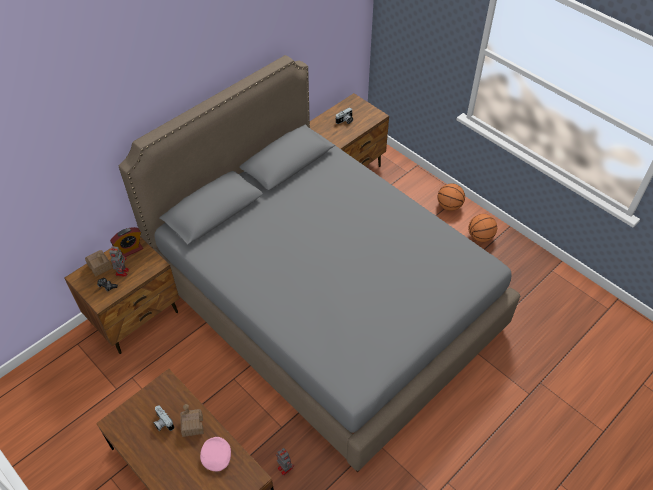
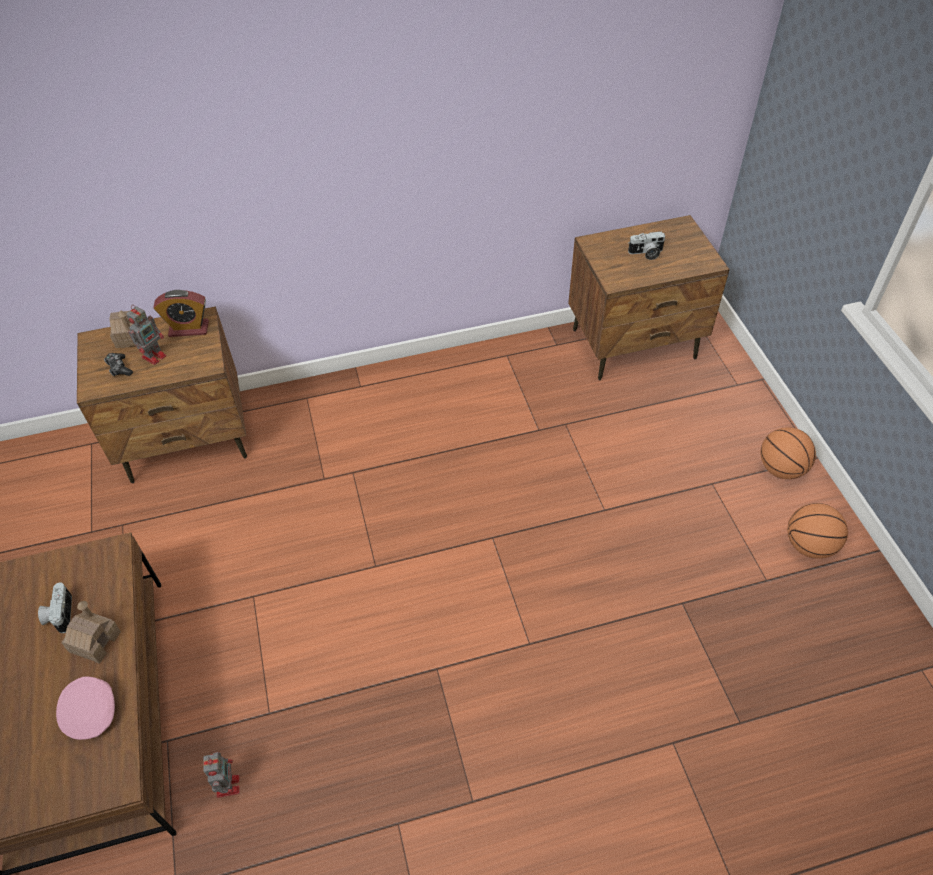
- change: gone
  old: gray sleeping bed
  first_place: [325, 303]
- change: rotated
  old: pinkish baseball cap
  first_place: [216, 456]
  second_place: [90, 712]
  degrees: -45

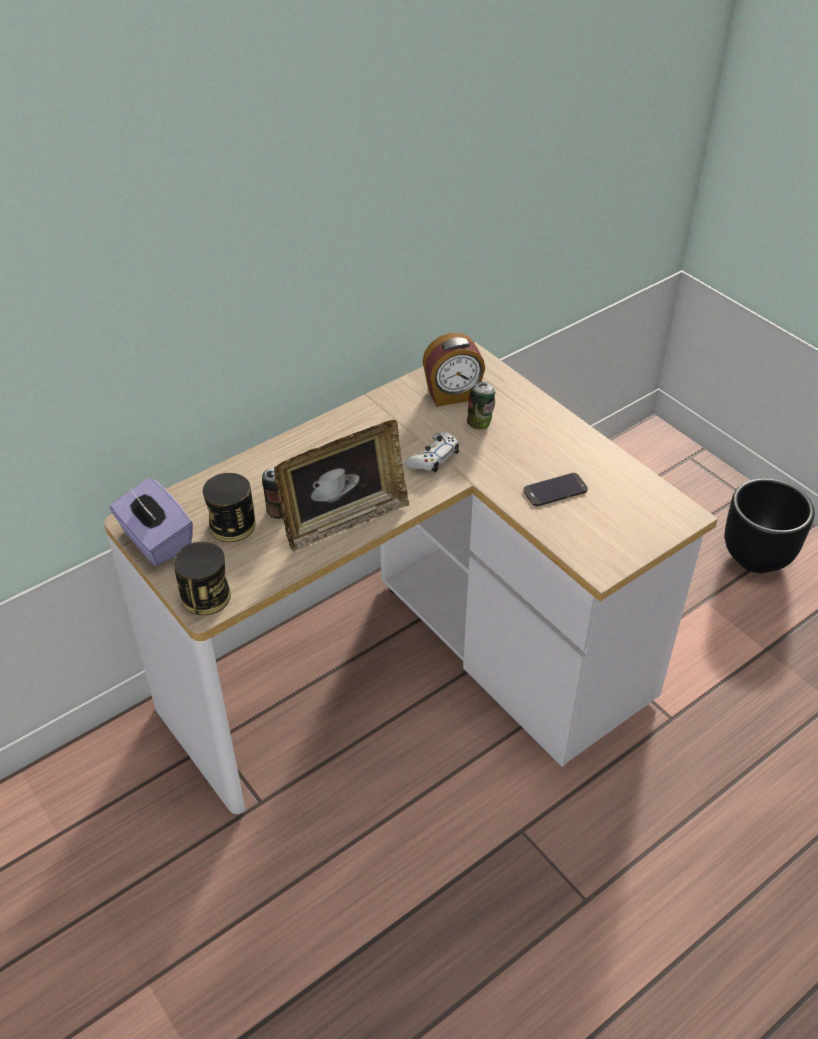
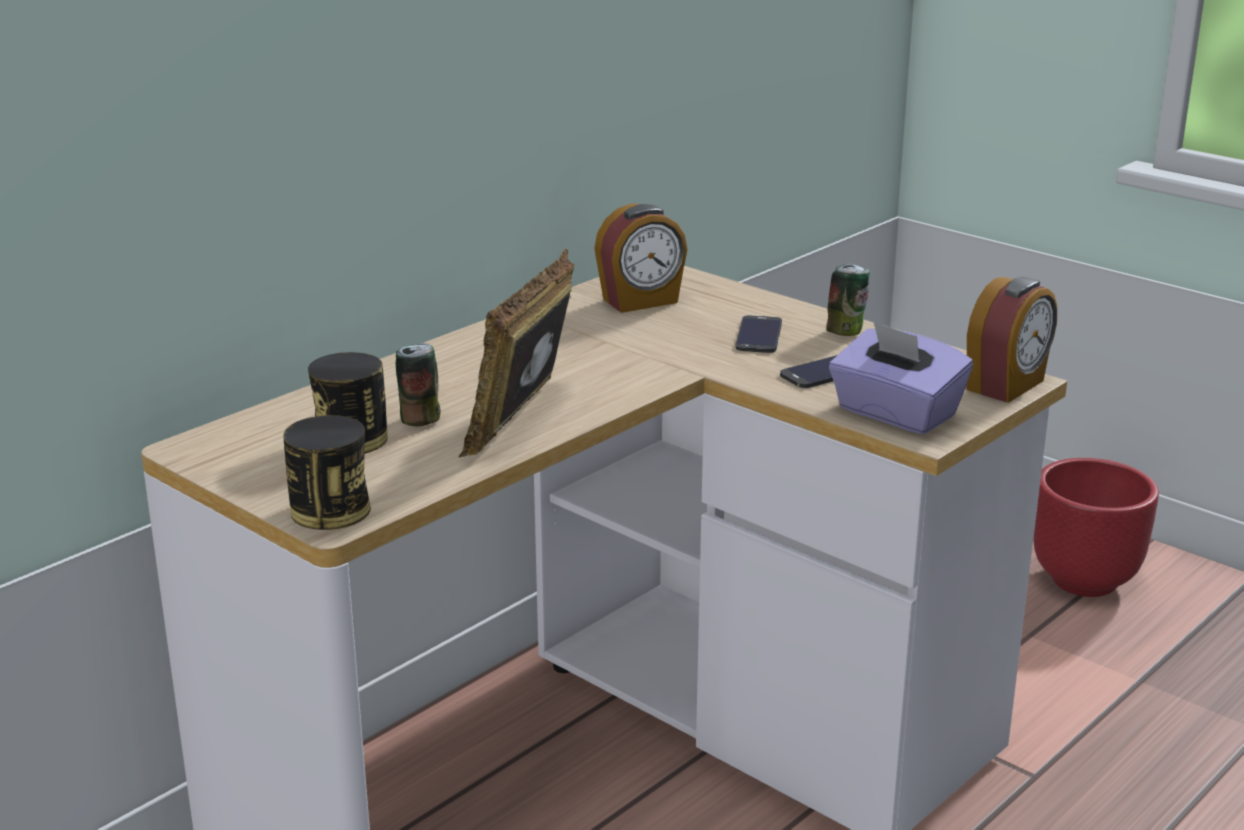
- change: shifted
  old: purplish tissue box
  first_place: [155, 541]
  second_place: [895, 414]
- change: rotated
  old: standing frame
  first_place: [344, 520]
  second_place: [524, 422]
  degrees: 150
- change: gone
  old: whitish game controller
  first_place: [433, 458]
- change: shifted
  old: sealed can
  first_place: [480, 423]
  second_place: [846, 332]
- change: repainted
  old: black-coloured planter
  new: red planter
  first_place: [757, 557]
  second_place: [1085, 581]
- change: new
  new: phone
  second_place: [759, 335]
- change: new
  new: table clock
  second_place: [1007, 386]

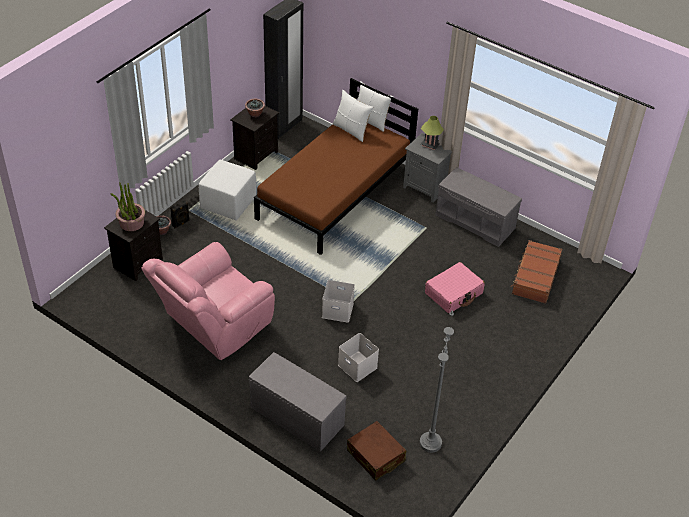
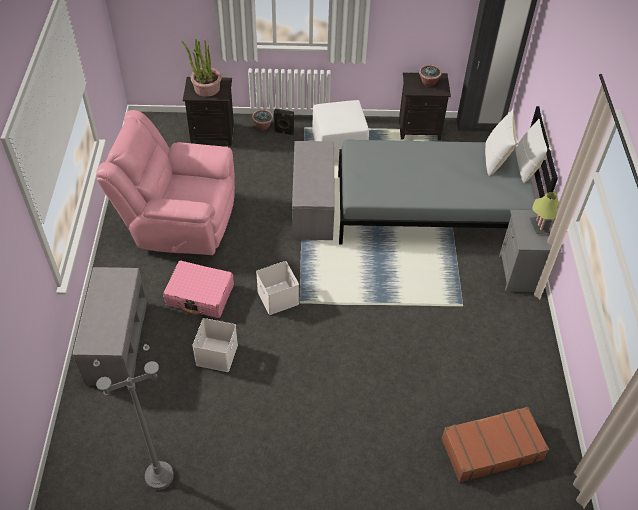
- change: repainted
  old: brown sleeping bed
  new: gray sleeping bed
  first_place: [335, 193]
  second_place: [432, 209]
- change: gone
  old: brown suitcase
  first_place: [376, 456]
- change: shifted
  old: pinkish suitcase
  first_place: [454, 293]
  second_place: [200, 295]
- change: shifted
  old: gray long seat
  first_place: [476, 221]
  second_place: [314, 207]

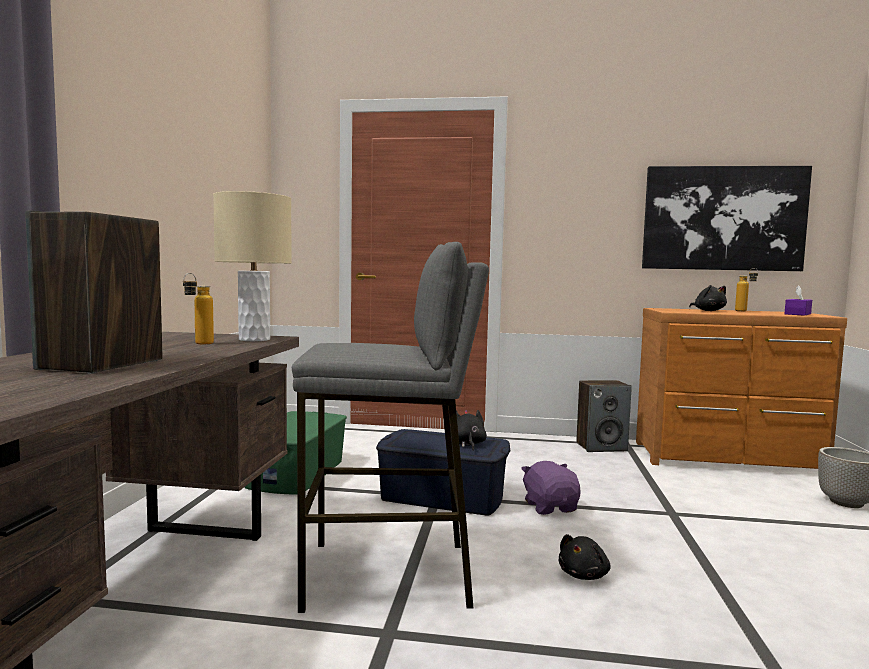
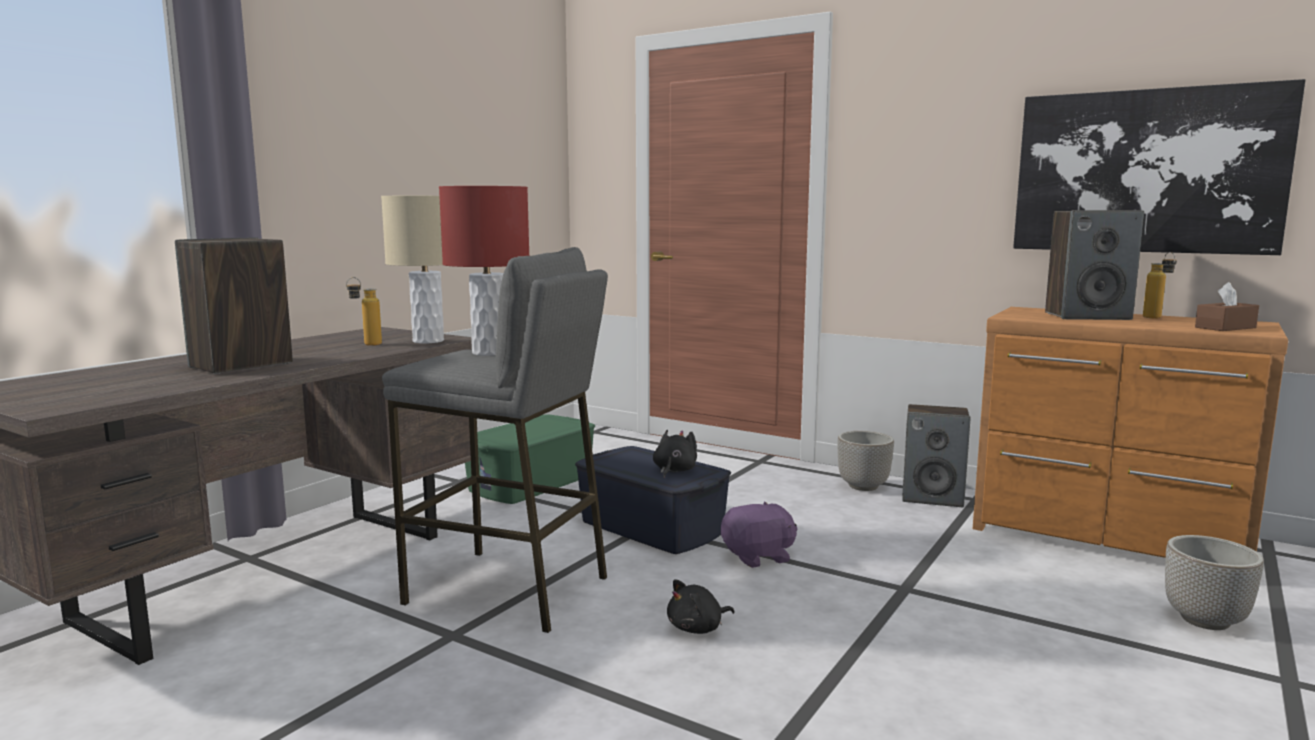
- change: rotated
  old: purplish plush toy
  first_place: [550, 507]
  second_place: [758, 557]
  degrees: 60
- change: swapped
  old: black-coloured plush toy
  new: audio speaker
  first_place: [708, 311]
  second_place: [1087, 316]
- change: repainted
  old: purplish tissue box
  new: brown tissue box
  first_place: [797, 314]
  second_place: [1225, 327]
- change: new
  new: red tabletop lamp
  second_place: [489, 352]
- change: new
  new: planter
  second_place: [862, 486]

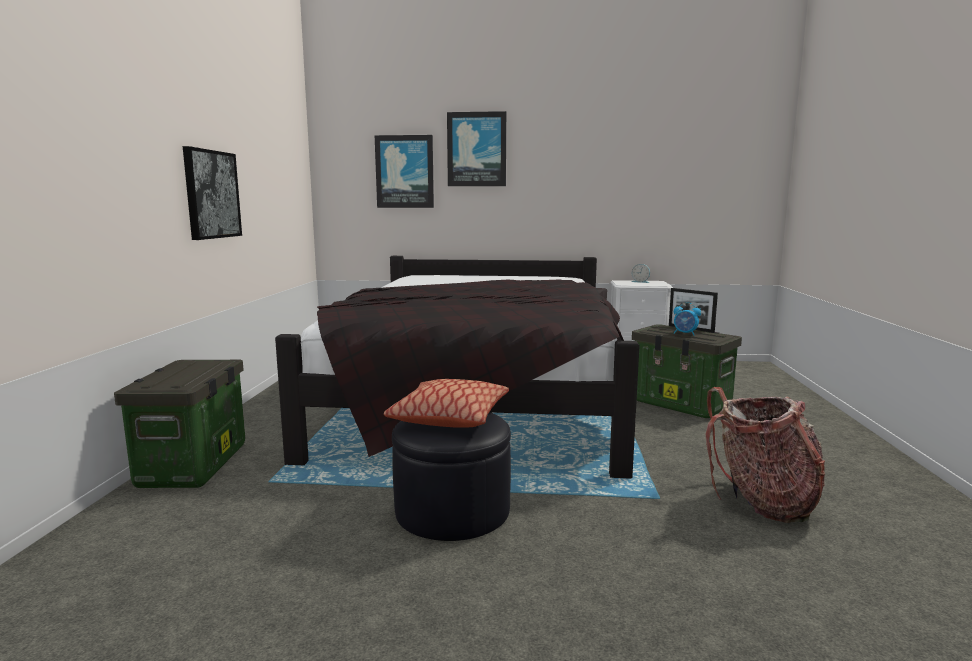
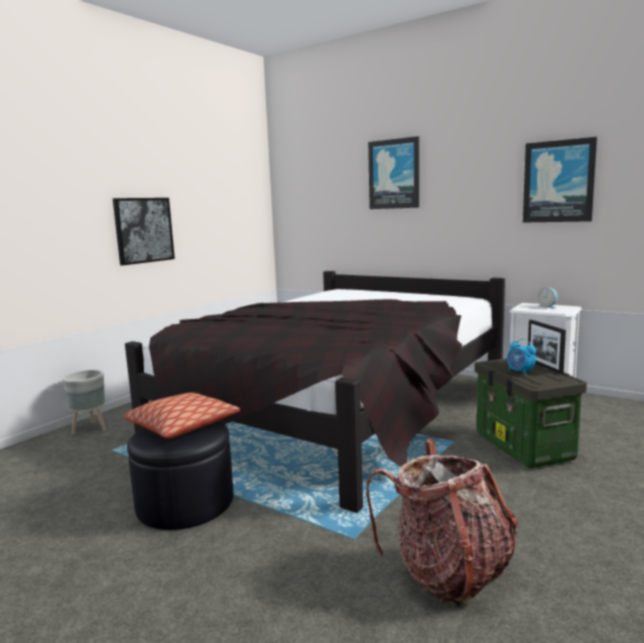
- change: swapped
  old: storage container
  new: gray planter
  first_place: [194, 466]
  second_place: [90, 429]
- change: shifted
  old: picture
  first_place: [404, 171]
  second_place: [558, 181]

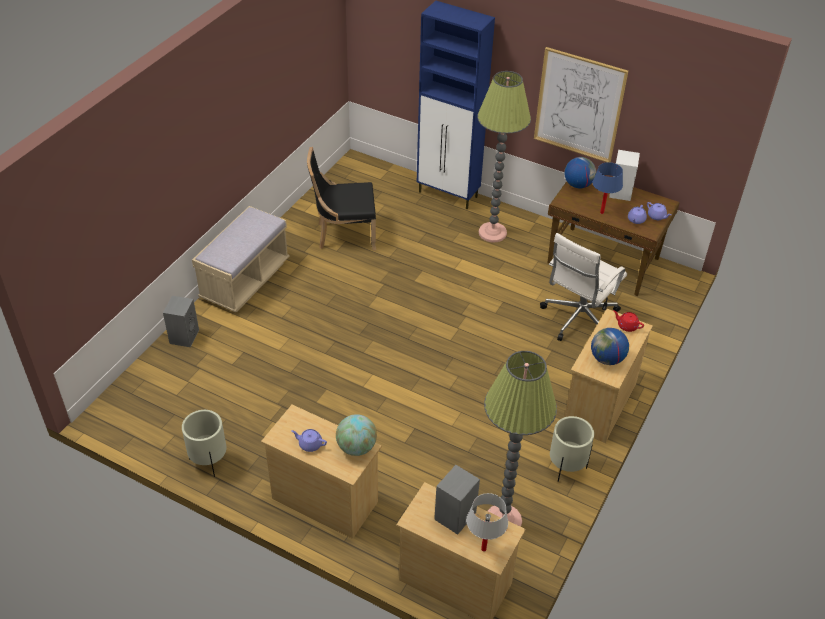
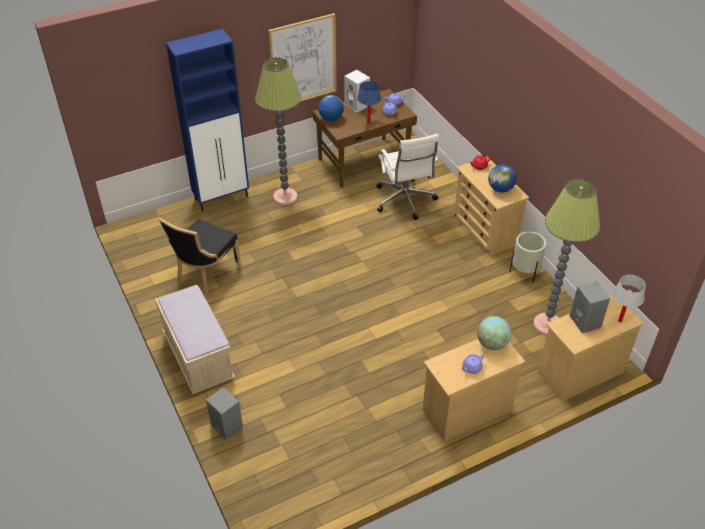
- change: gone
  old: beige planter
  first_place: [209, 461]

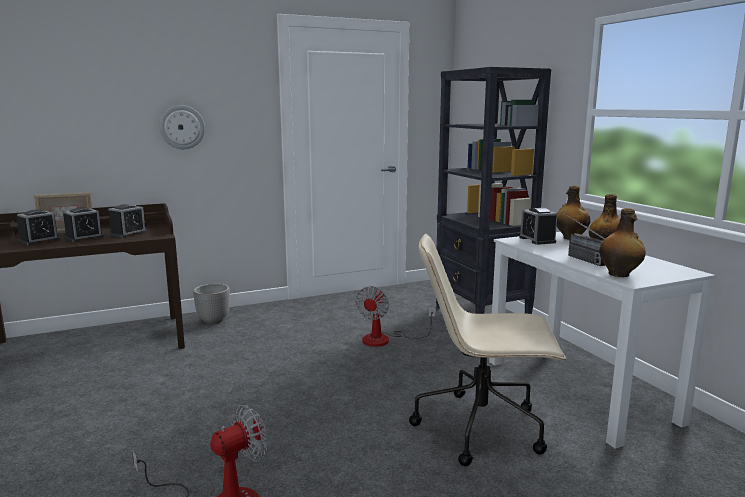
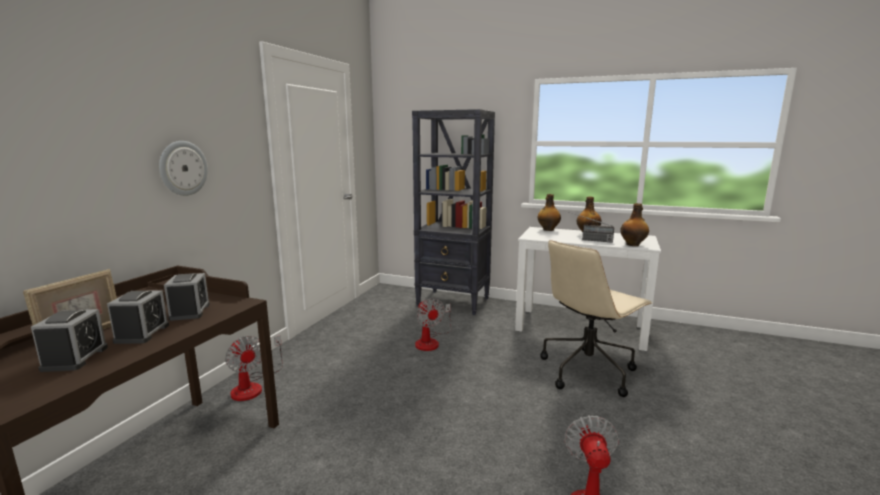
- change: swapped
  old: planter
  new: electric fan
  first_place: [214, 320]
  second_place: [253, 386]
- change: gone
  old: table clock
  first_place: [537, 240]

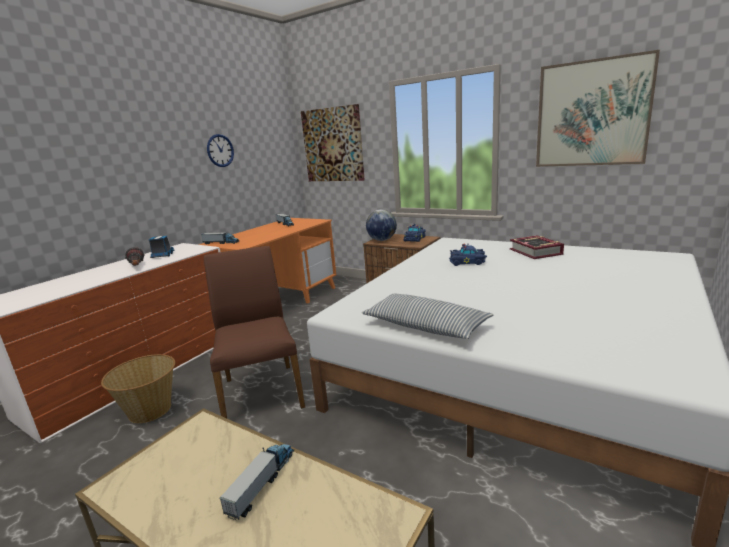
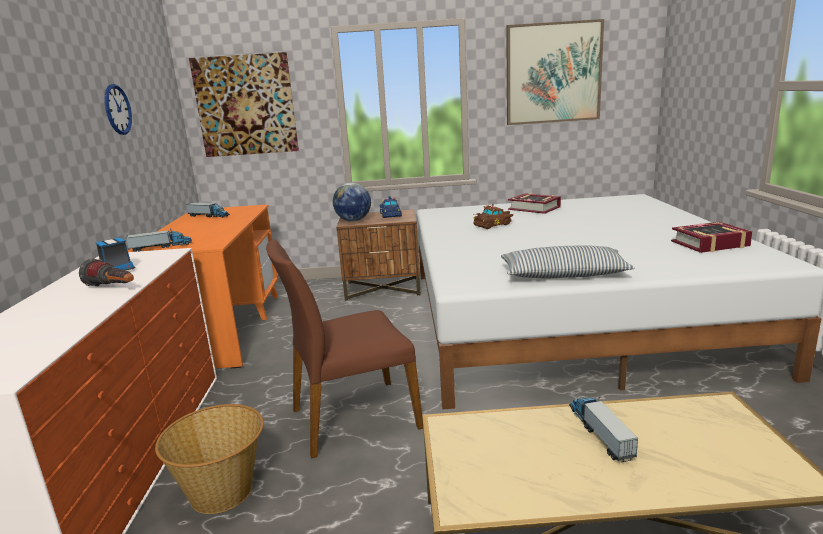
- change: rotated
  old: brown chair
  first_place: [261, 392]
  second_place: [353, 417]
  degrees: -60
- change: repainted
  old: blue-coloured toy car
  new: brown toy car
  first_place: [468, 262]
  second_place: [493, 225]
- change: new
  new: book
  second_place: [710, 244]

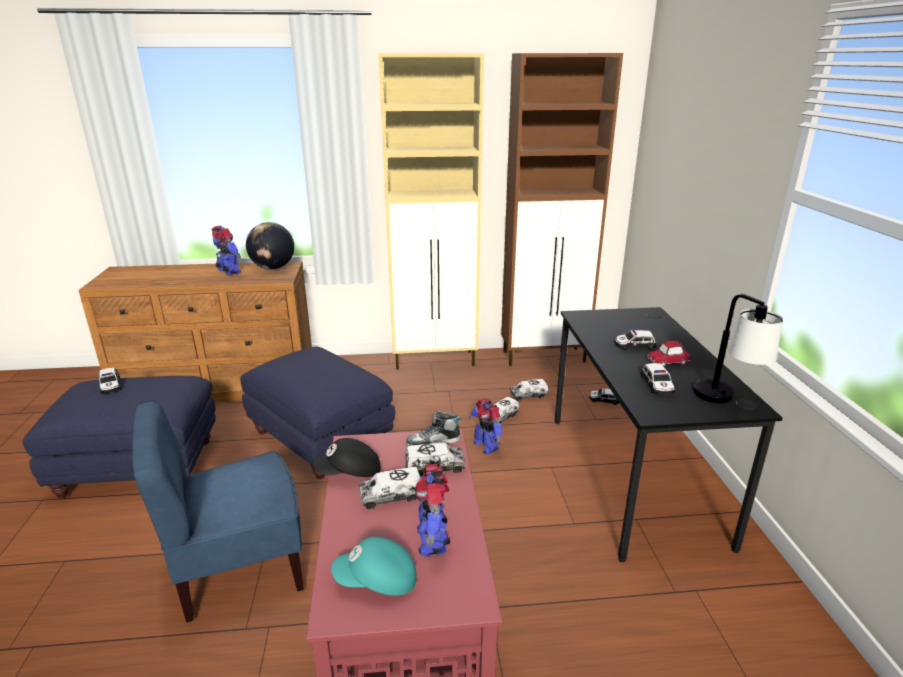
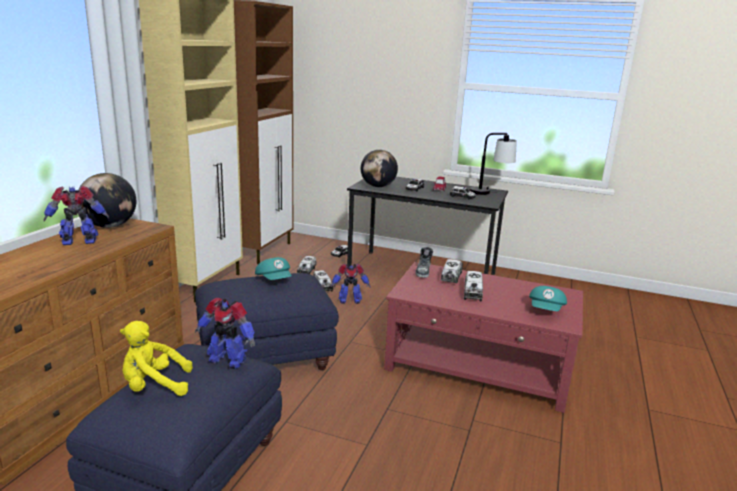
- change: swapped
  old: toy car
  new: yellowish plush toy
  first_place: [110, 386]
  second_place: [154, 386]
- change: gone
  old: blue-coloured chair
  first_place: [239, 569]
- change: gone
  old: black-coloured baseball cap
  first_place: [349, 472]
- change: shifted
  old: toy robot
  first_place: [433, 539]
  second_place: [227, 360]
- change: new
  new: turquoise-coloured baseball cap
  second_place: [274, 280]
- change: new
  new: globe
  second_place: [378, 186]

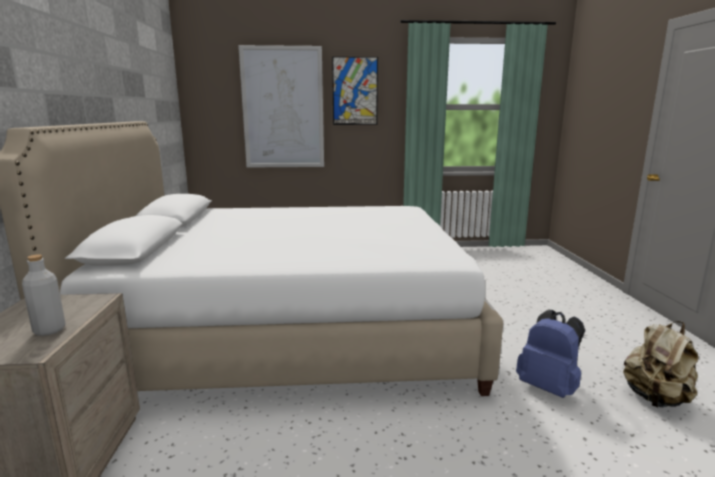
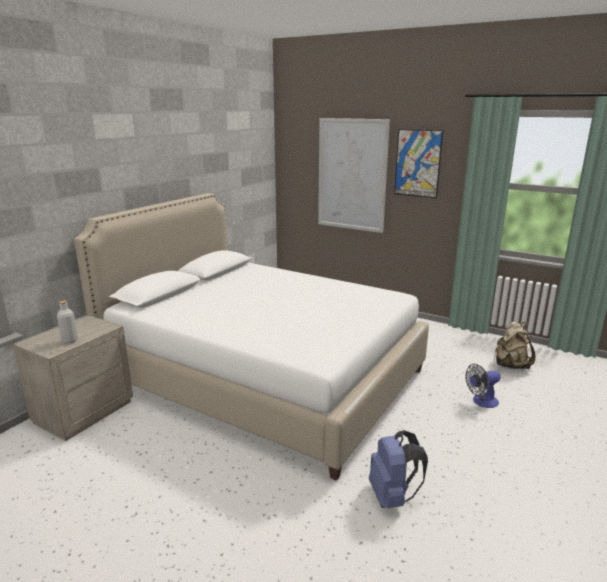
- change: shifted
  old: beige backpack
  first_place: [656, 398]
  second_place: [510, 365]
- change: new
  new: electric fan
  second_place: [481, 402]

